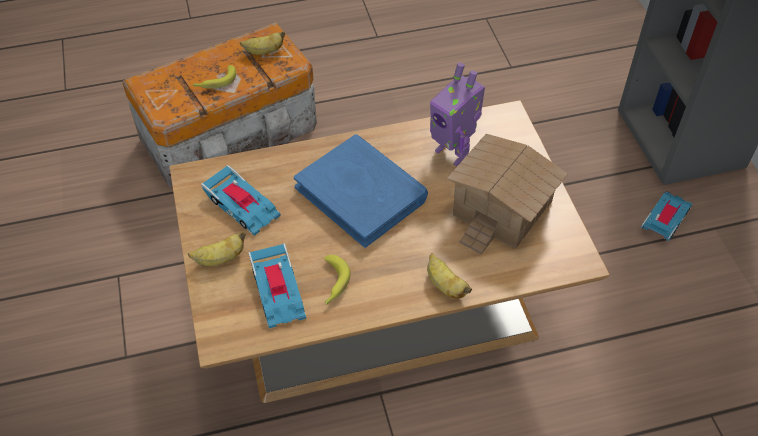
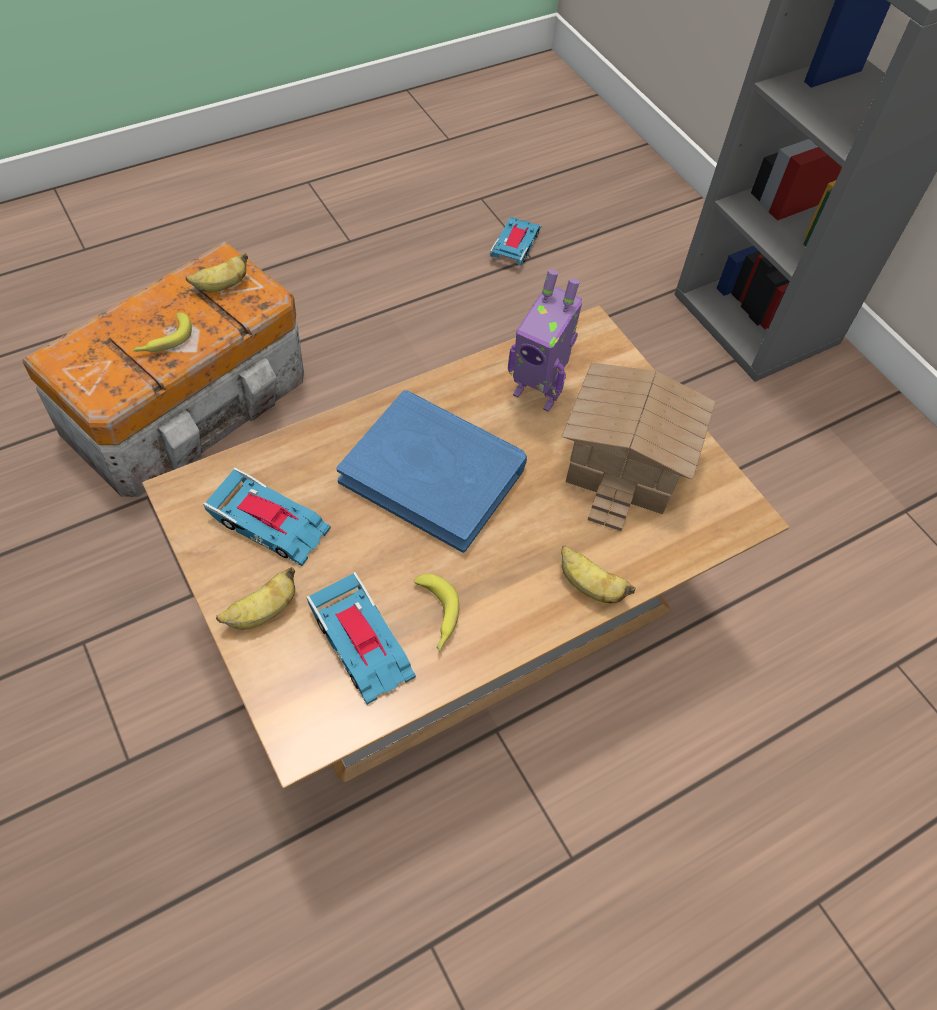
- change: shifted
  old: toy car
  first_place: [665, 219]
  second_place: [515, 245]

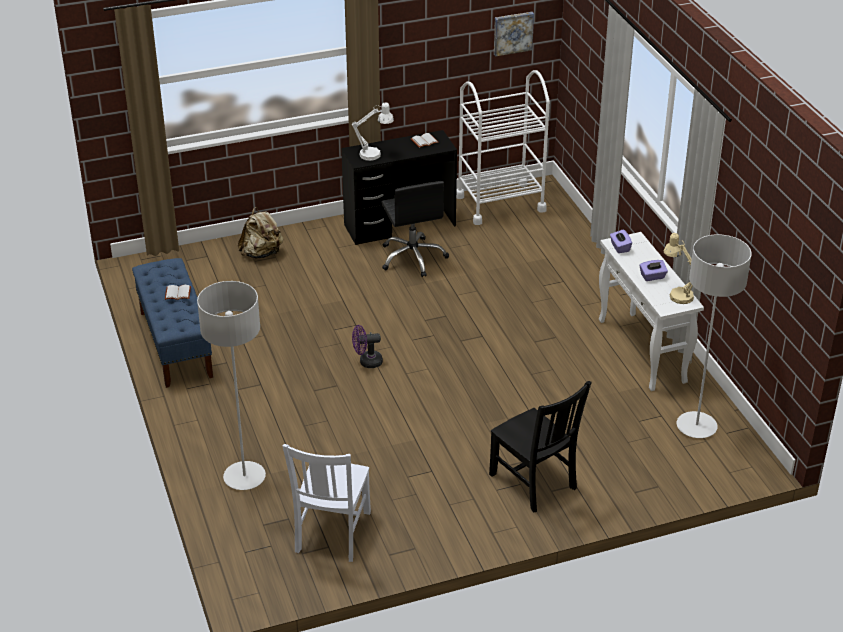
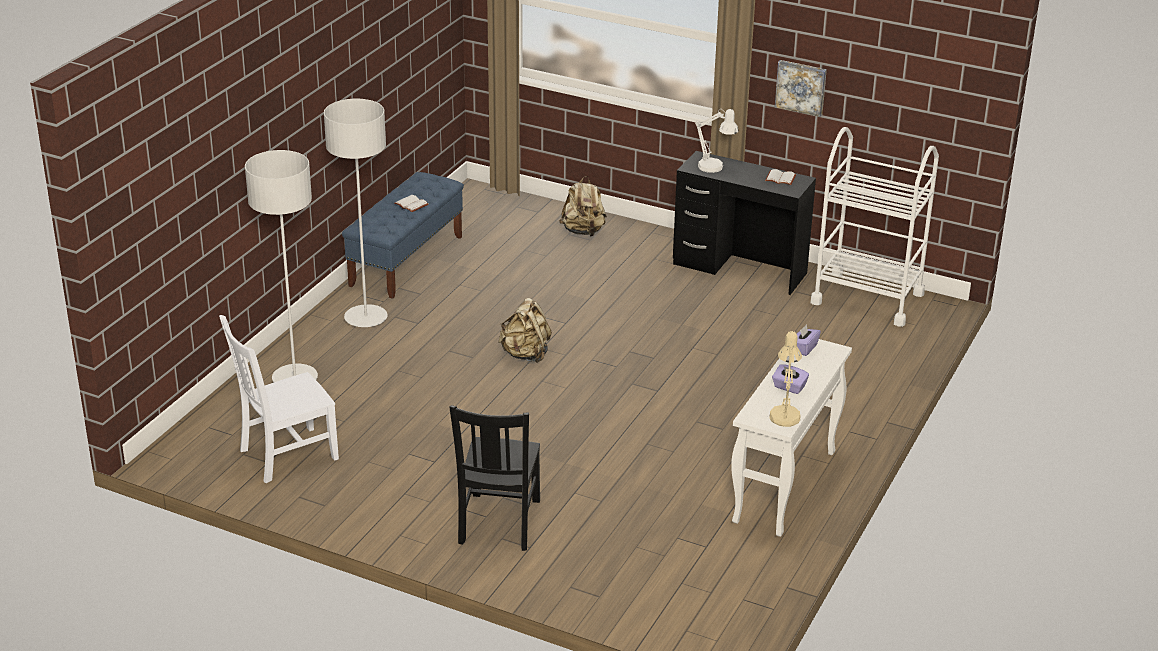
- change: swapped
  old: purplish electric fan
  new: beige backpack
  first_place: [367, 362]
  second_place: [525, 354]
- change: gone
  old: black-coloured computer chair
  first_place: [413, 257]
- change: shifted
  old: picture
  first_place: [512, 33]
  second_place: [801, 87]
- change: shifted
  old: gray standing lamp
  first_place: [696, 426]
  second_place: [366, 318]

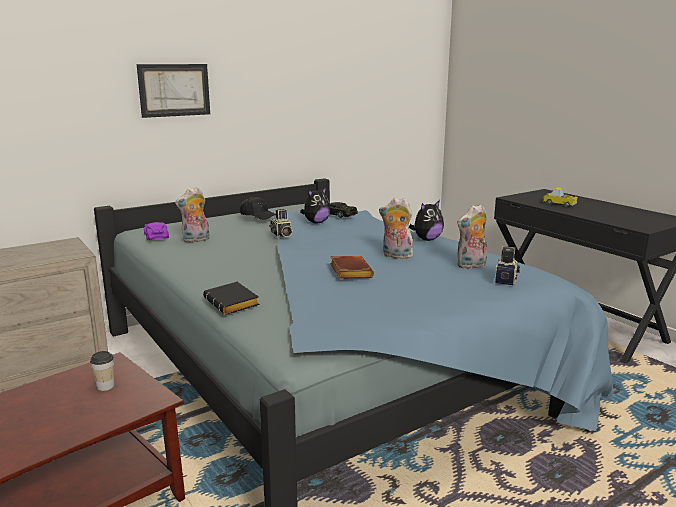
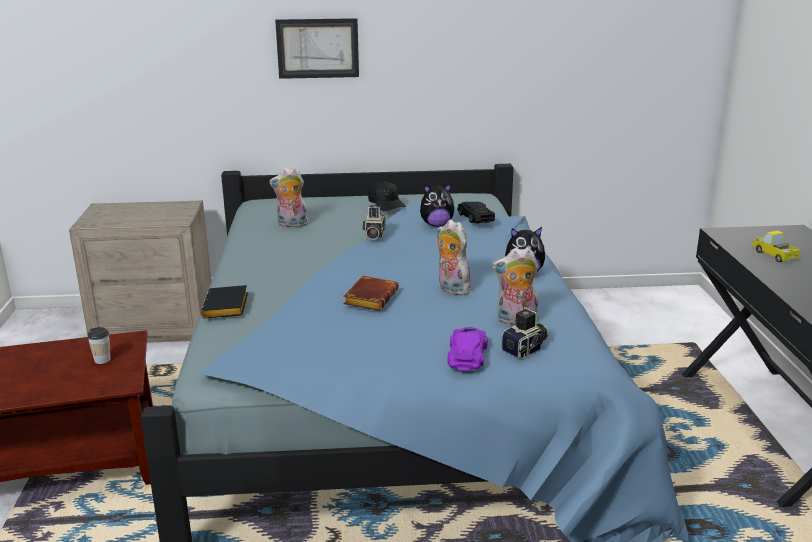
- change: shifted
  old: purplish toy car
  first_place: [156, 235]
  second_place: [467, 354]

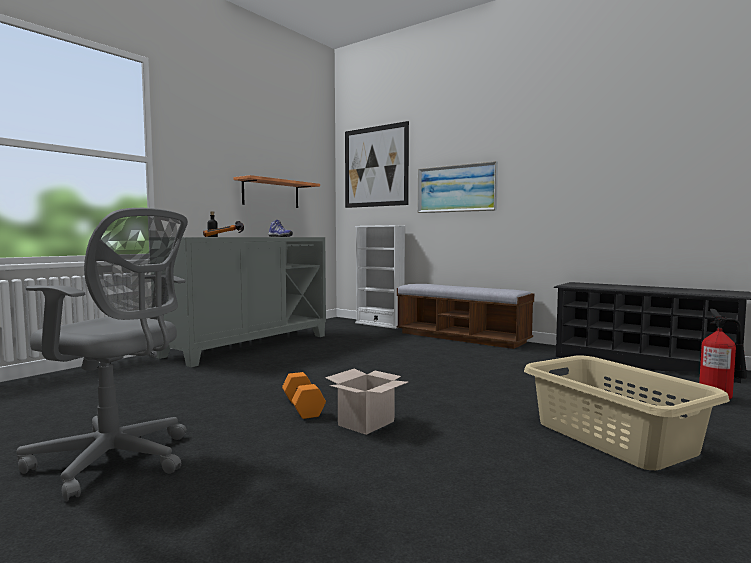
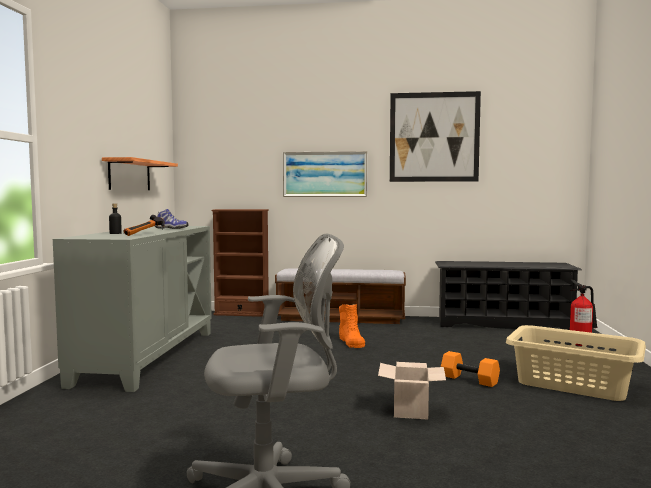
- change: shifted
  old: orange-coloured hand weight
  first_place: [304, 407]
  second_place: [470, 379]
- change: shifted
  old: picture
  first_place: [375, 166]
  second_place: [434, 137]
- change: repainted
  old: whitish shelving unit
  new: brown shelving unit
  first_place: [379, 324]
  second_place: [241, 314]
- change: new
  new: orange-coloured tall boot
  second_place: [351, 342]

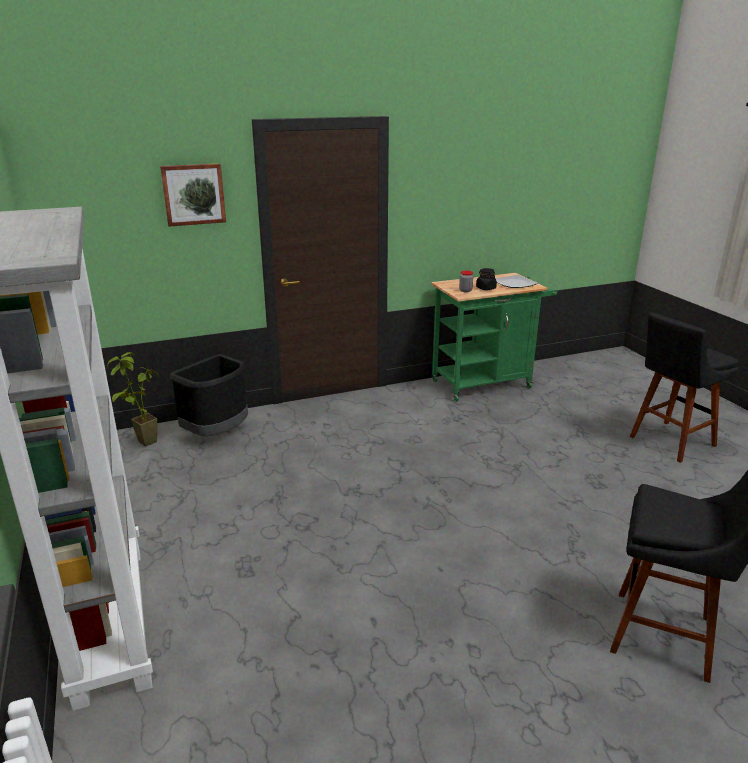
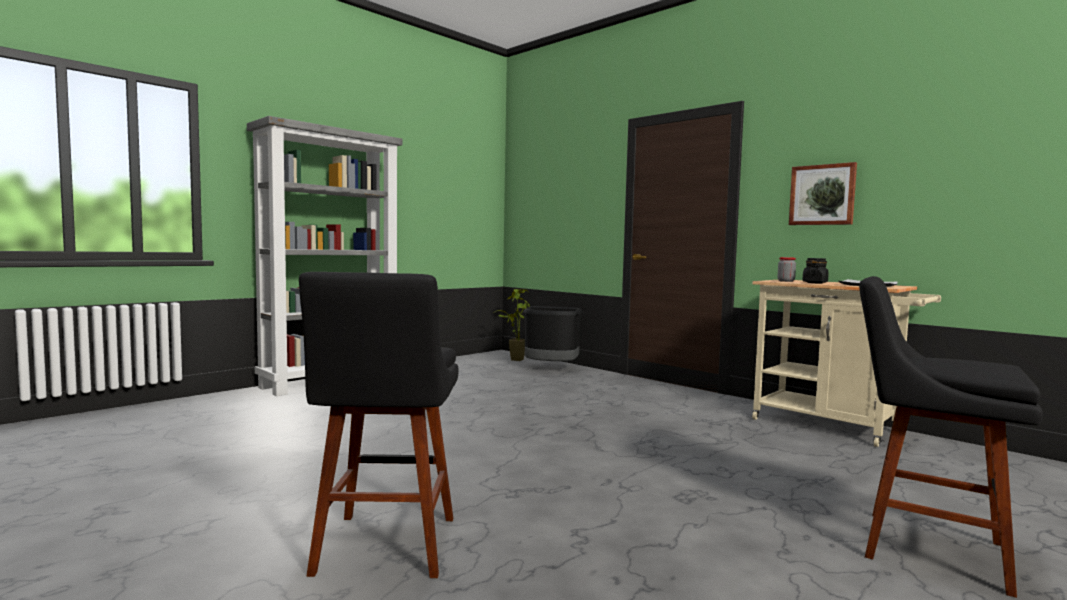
- change: shifted
  old: picture
  first_place: [193, 194]
  second_place: [822, 195]
- change: repainted
  old: green cart
  new: beige cart
  first_place: [487, 383]
  second_place: [833, 427]

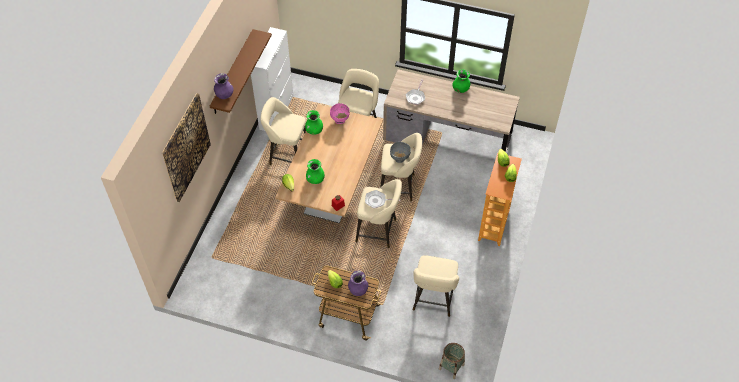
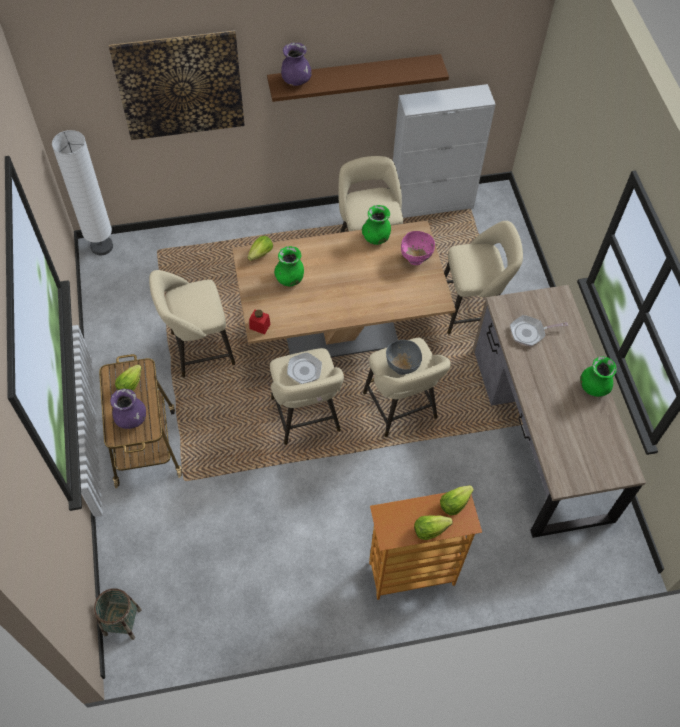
- change: shifted
  old: beige stool seat
  first_place: [433, 300]
  second_place: [198, 349]
- change: new
  new: whitish standing lamp
  second_place: [102, 246]

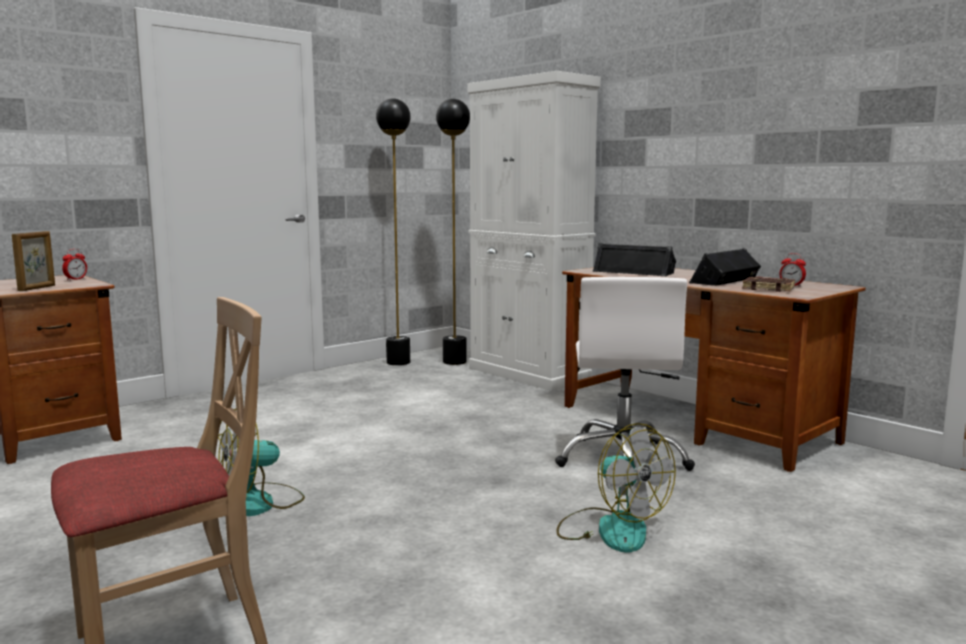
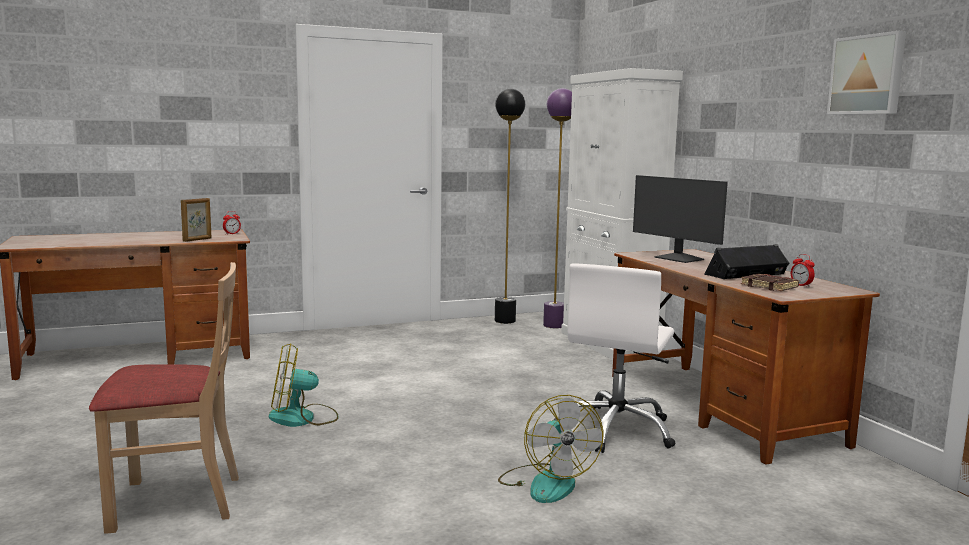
- change: repainted
  old: black-coloured standing lamp
  new: purplish standing lamp
  first_place: [454, 362]
  second_place: [554, 325]
- change: swapped
  old: black-coloured audio speaker
  new: computer display
  first_place: [634, 272]
  second_place: [678, 259]
- change: new
  new: picture
  second_place: [867, 75]

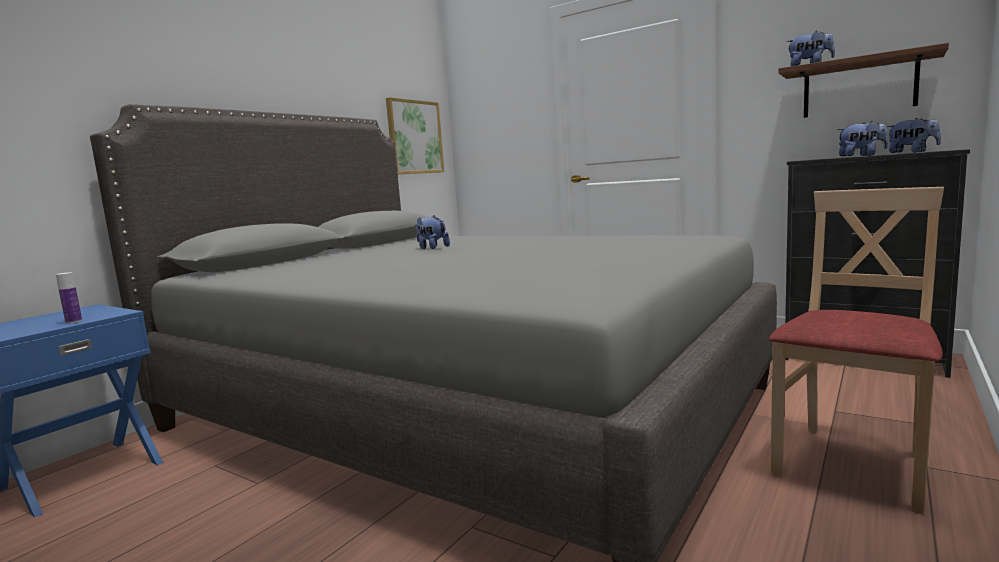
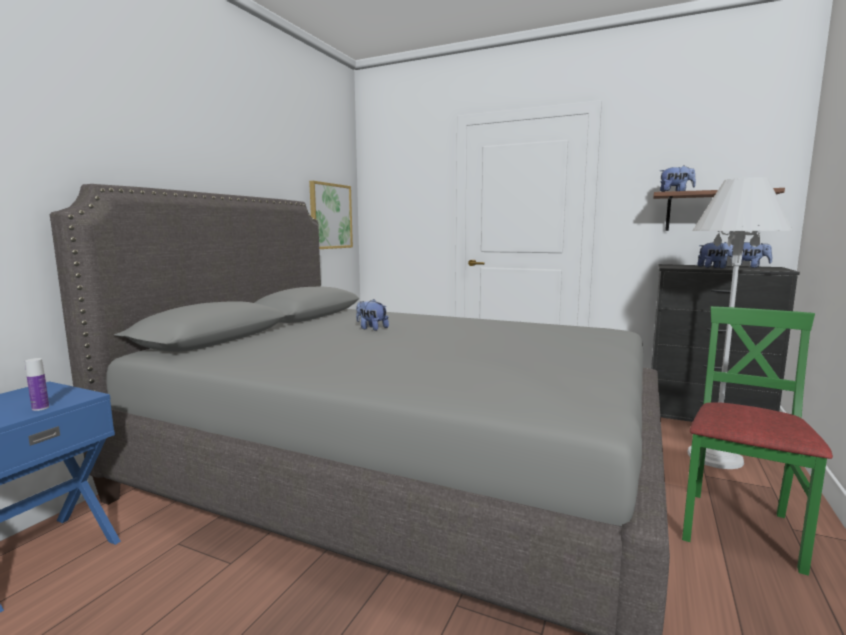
- change: repainted
  old: beige chair
  new: green chair
  first_place: [853, 464]
  second_place: [739, 528]
- change: new
  new: whitish standing lamp
  second_place: [715, 457]

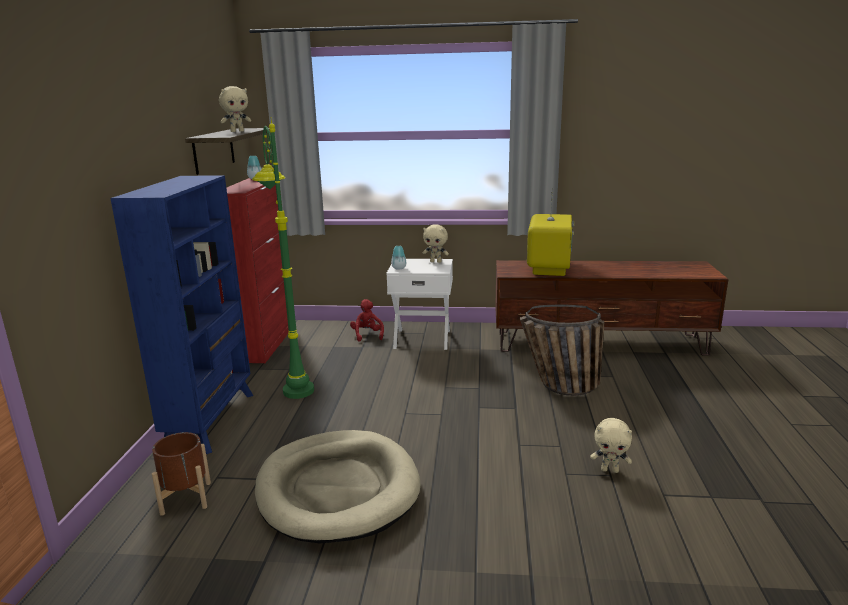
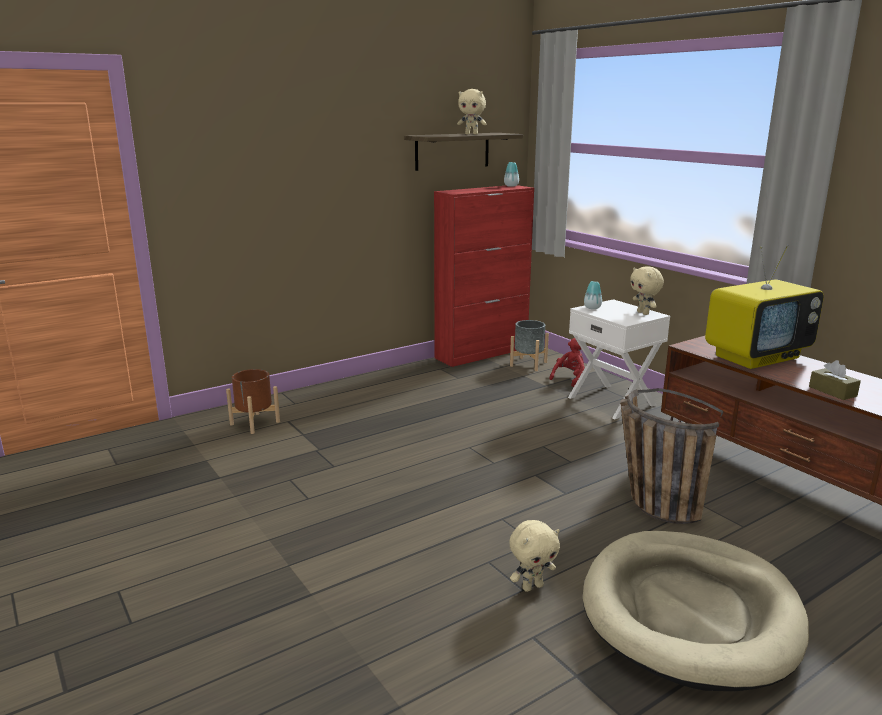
- change: gone
  old: blue-coloured shelving unit
  first_place: [211, 420]
- change: gone
  old: green standing lamp
  first_place: [293, 380]
- change: shifted
  old: beige dog cushion
  first_place: [337, 489]
  second_place: [690, 612]
- change: rotated
  old: beige plush toy
  first_place: [610, 470]
  second_place: [532, 586]
  degrees: -90
- change: new
  new: gray planter
  second_place: [528, 364]
- change: new
  new: brown tissue box
  second_place: [832, 391]

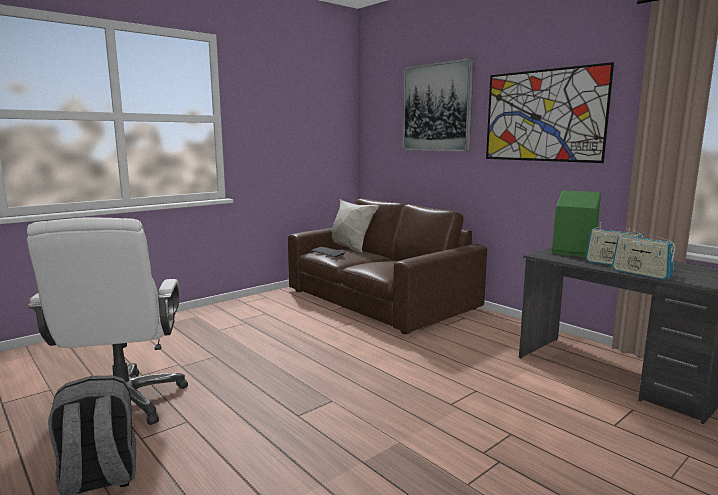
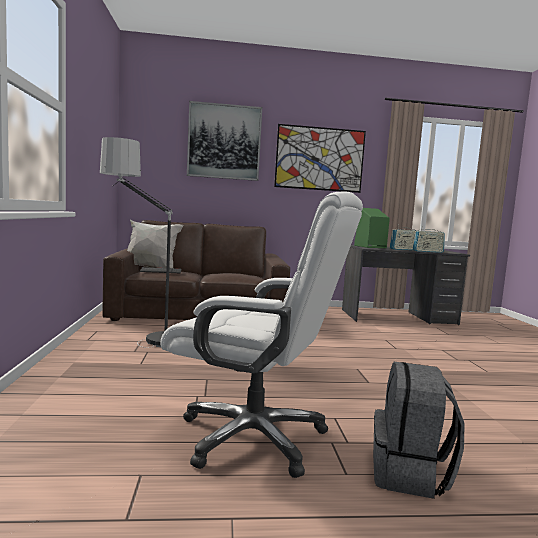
- change: new
  new: standing lamp
  second_place: [140, 336]

